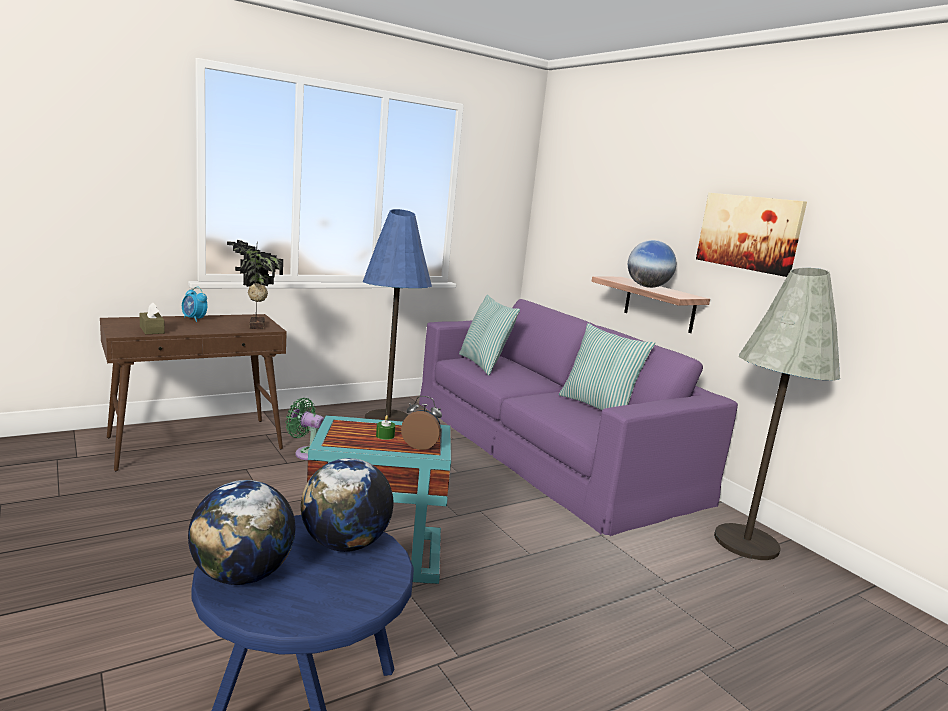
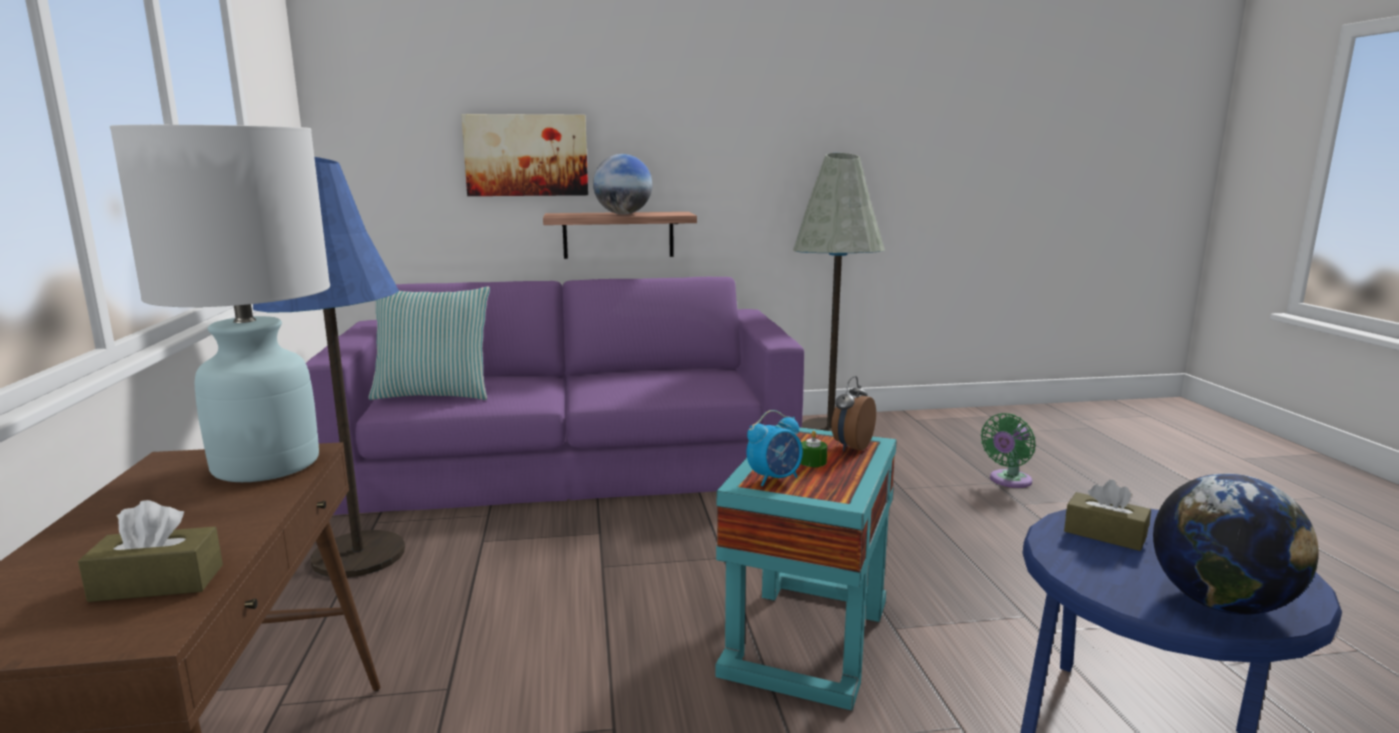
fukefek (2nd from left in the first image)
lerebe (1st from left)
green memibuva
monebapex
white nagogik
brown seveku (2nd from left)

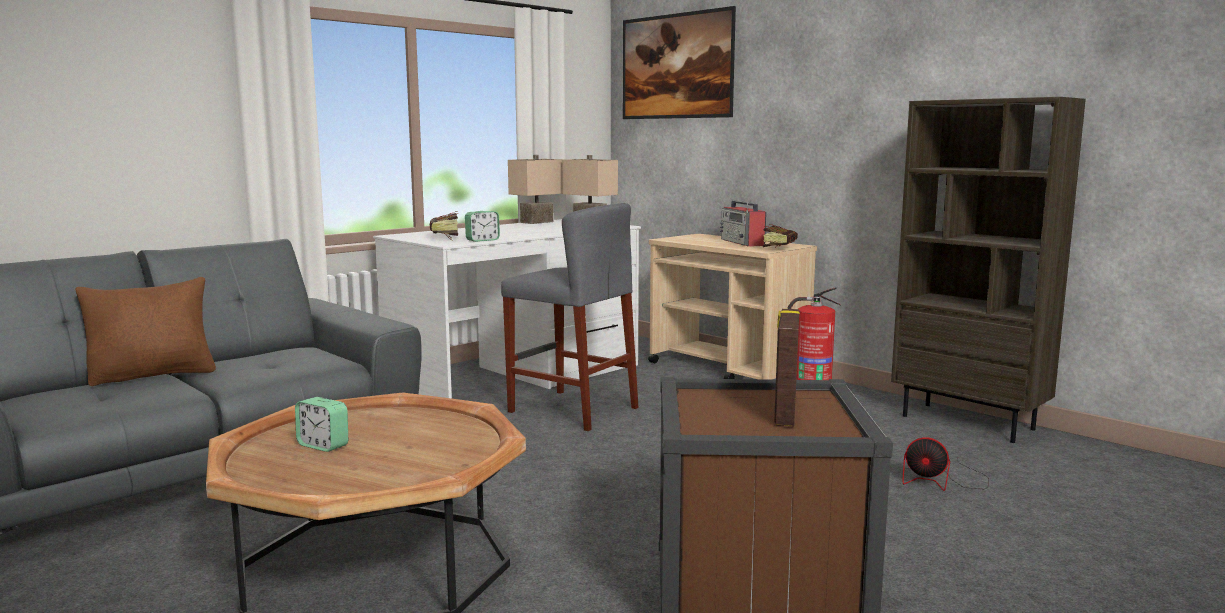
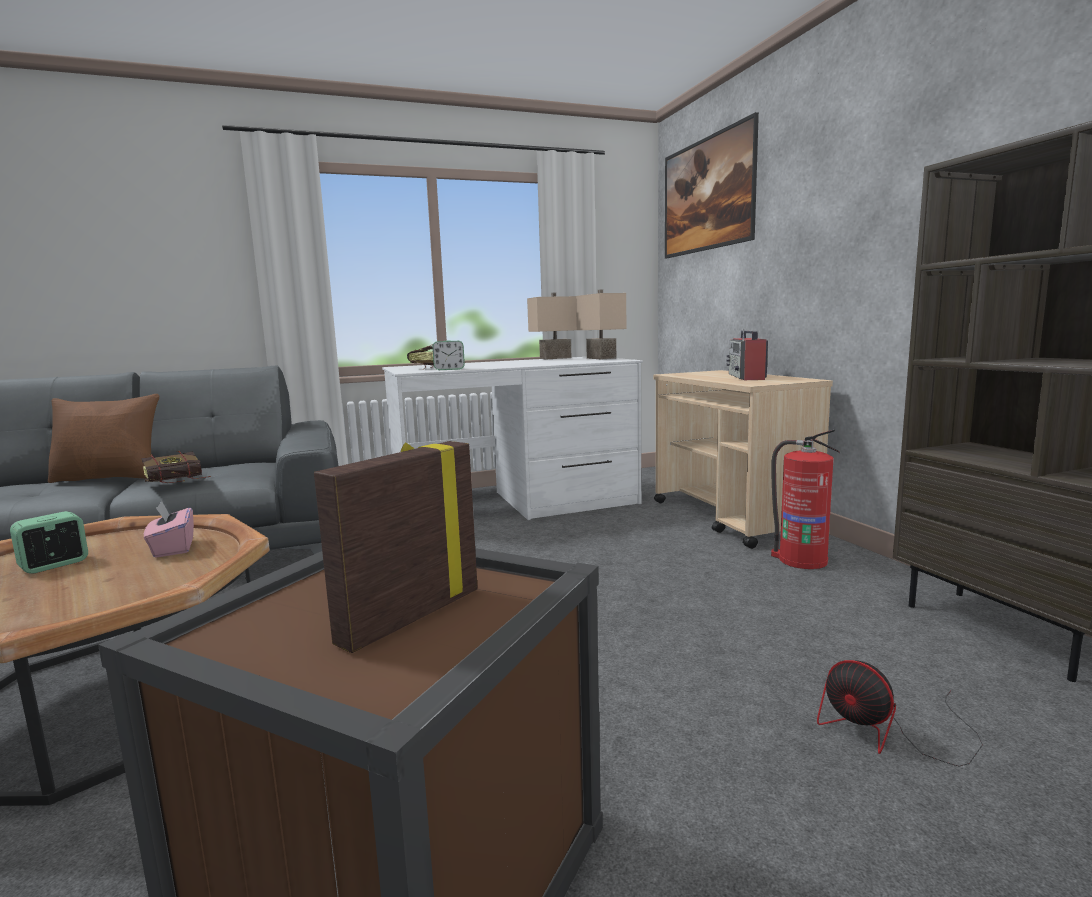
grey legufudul
pink seveku
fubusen (1st from left)
lerebe (1st from left)

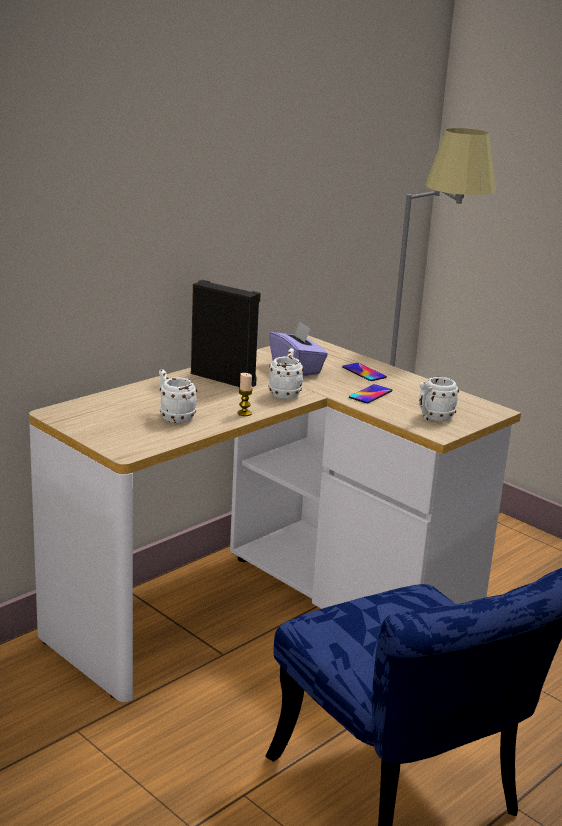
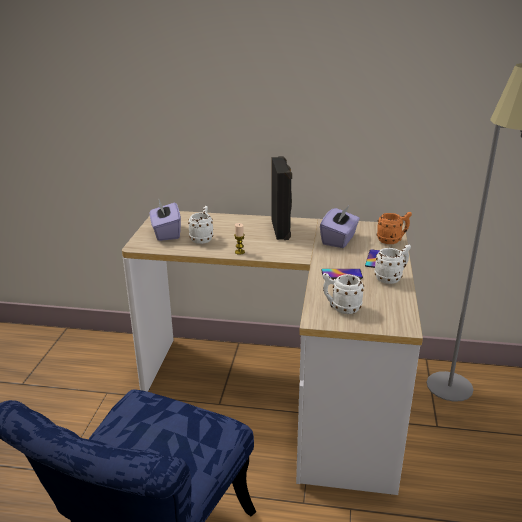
purple seveku (1st from left)
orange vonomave
white vonomave (3rd from left)

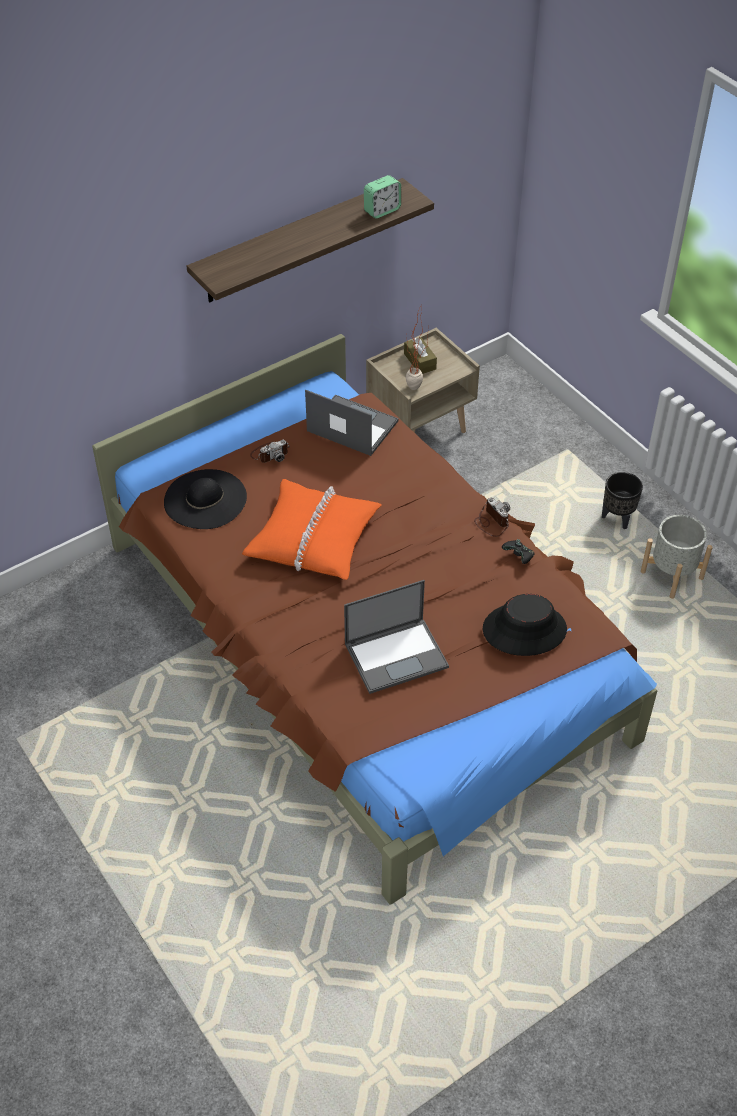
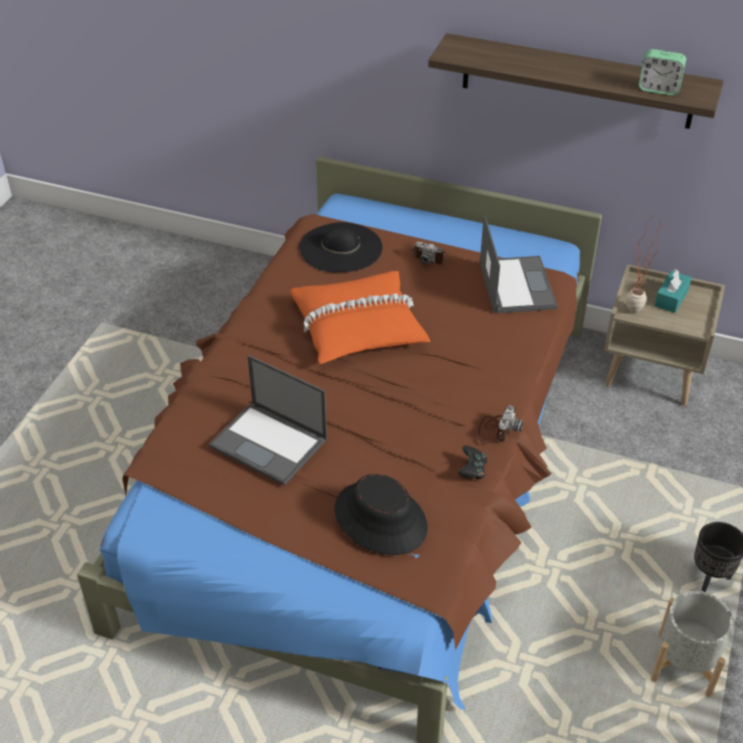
turquoise seveku

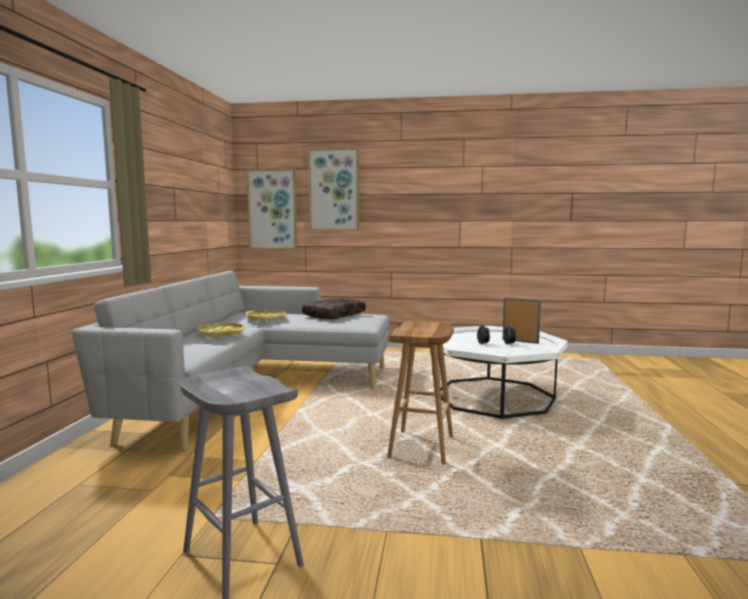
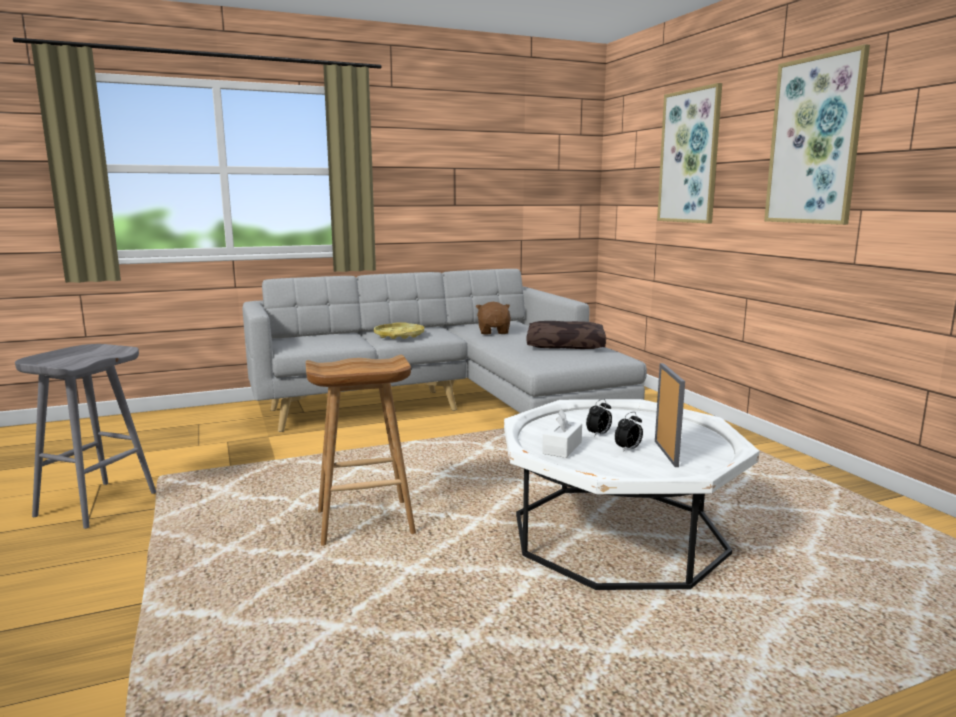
white seveku
monebapex (2nd from left)
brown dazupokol

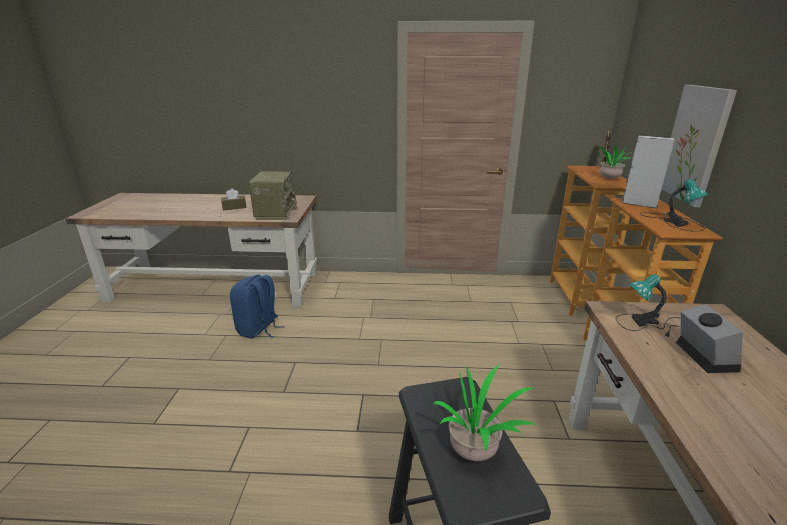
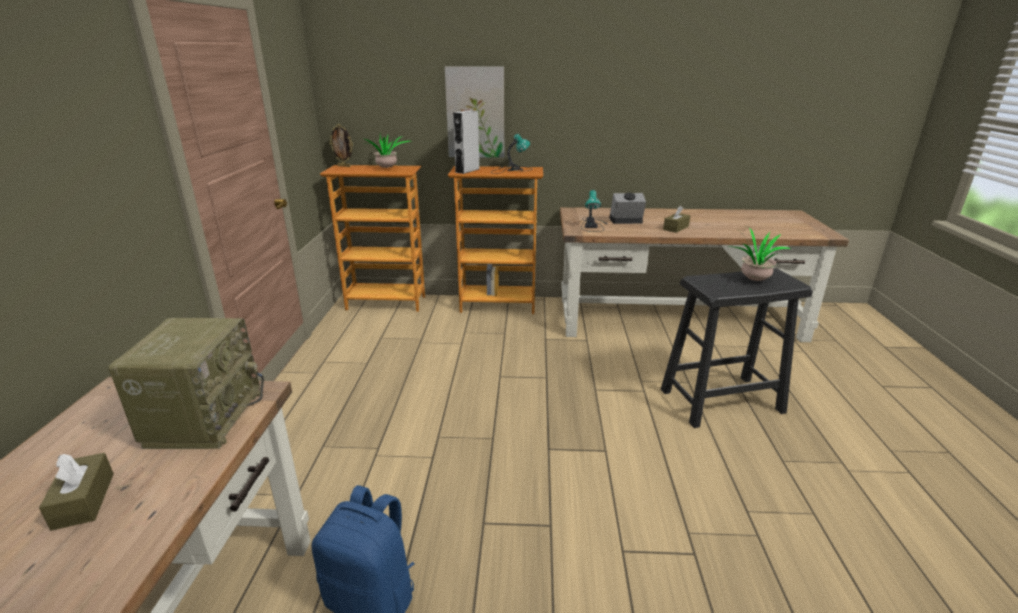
brown seveku (2nd from left)
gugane

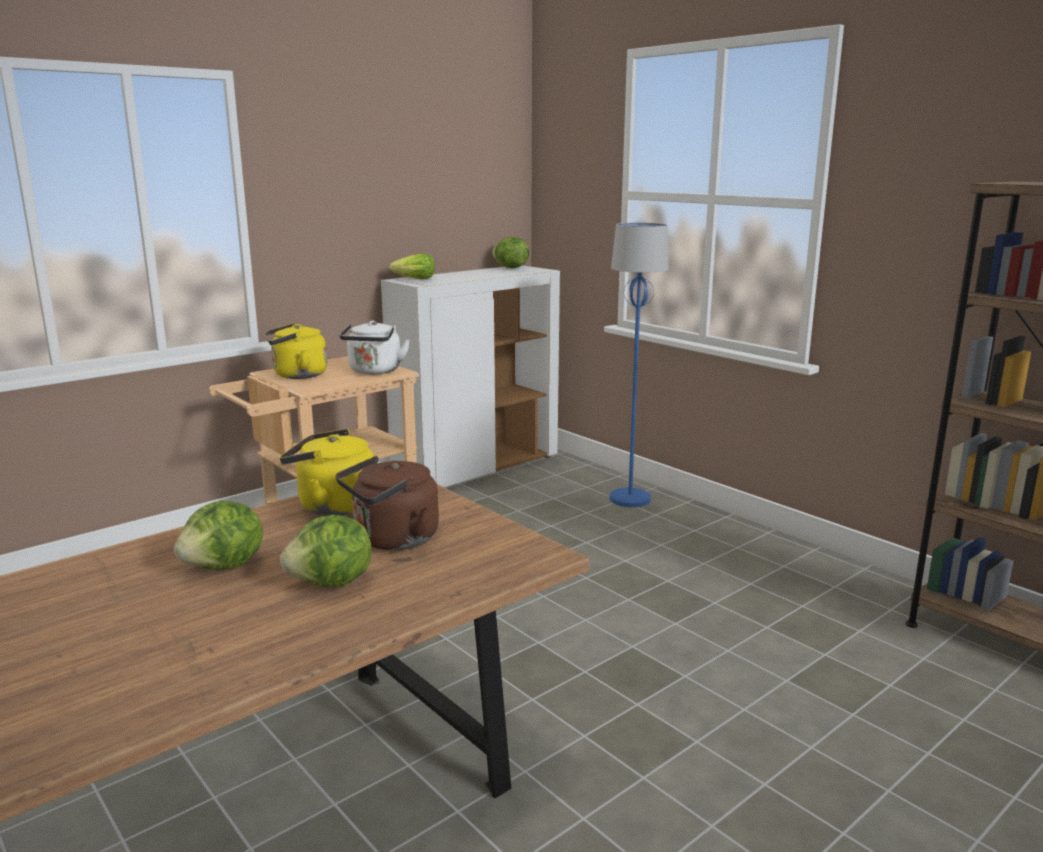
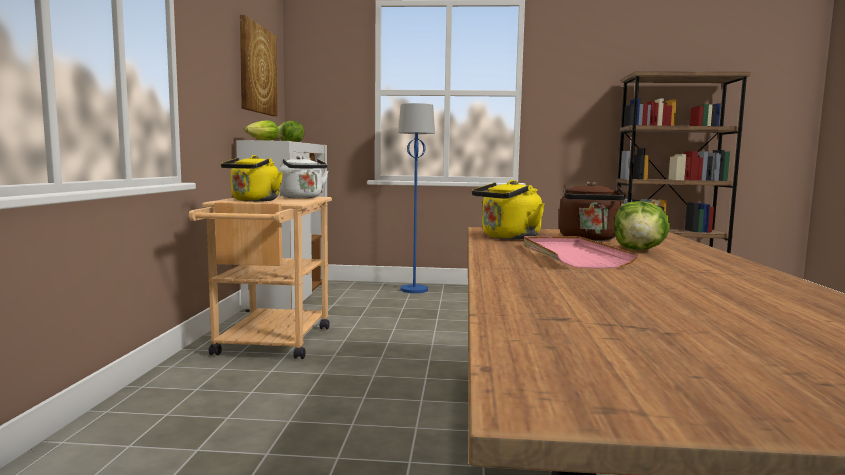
monebapex
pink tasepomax

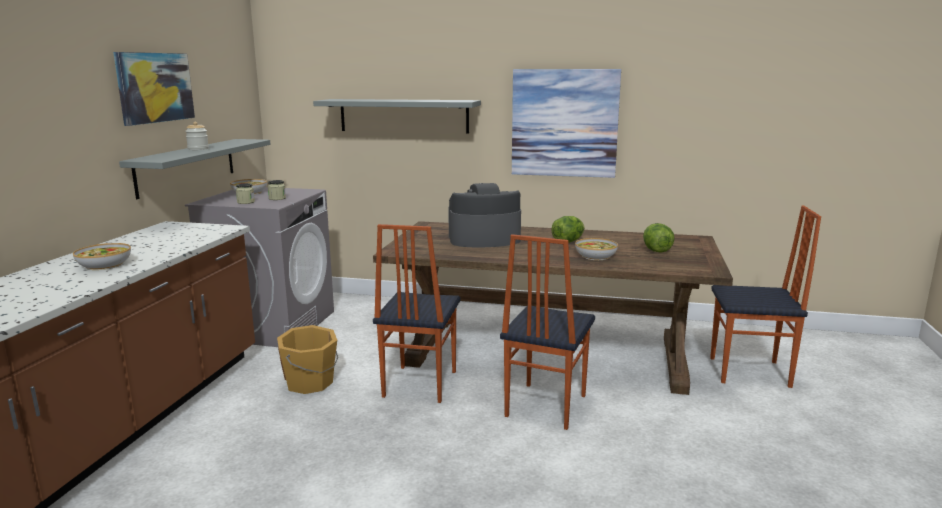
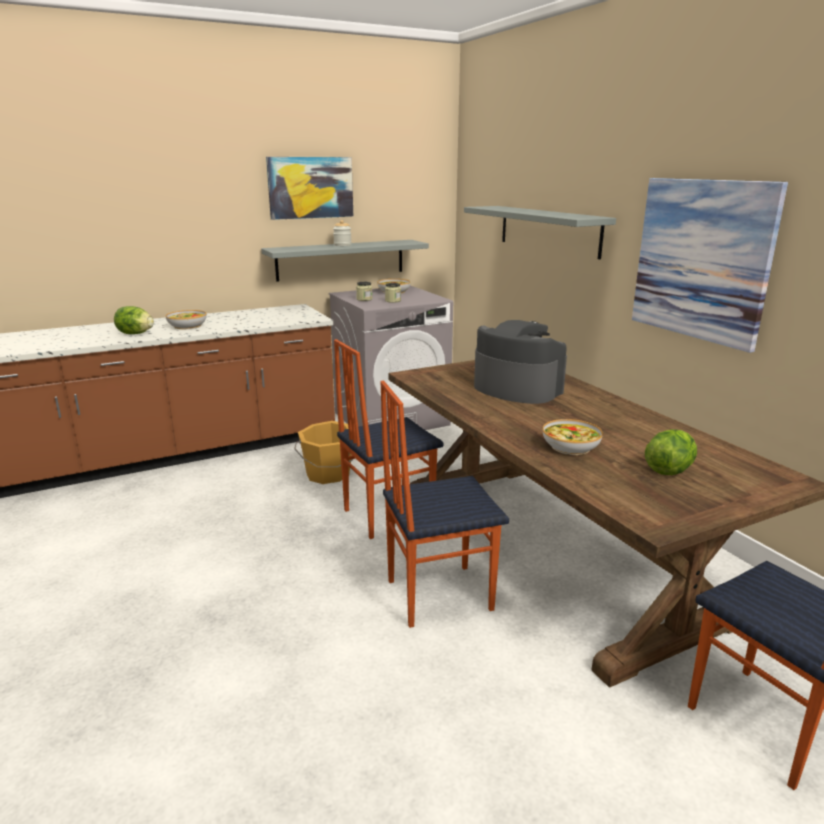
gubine (1st from left)

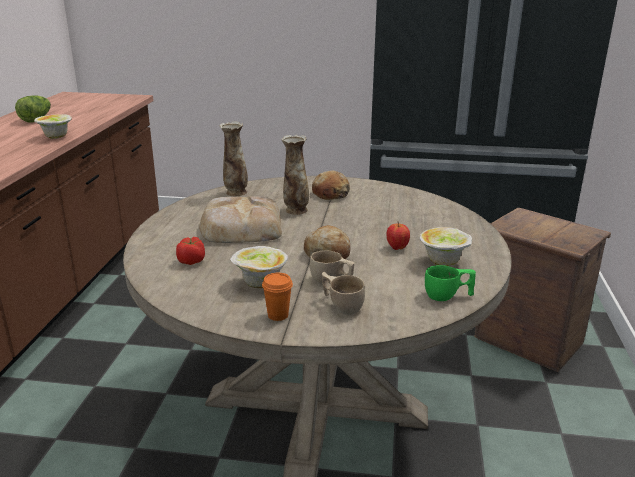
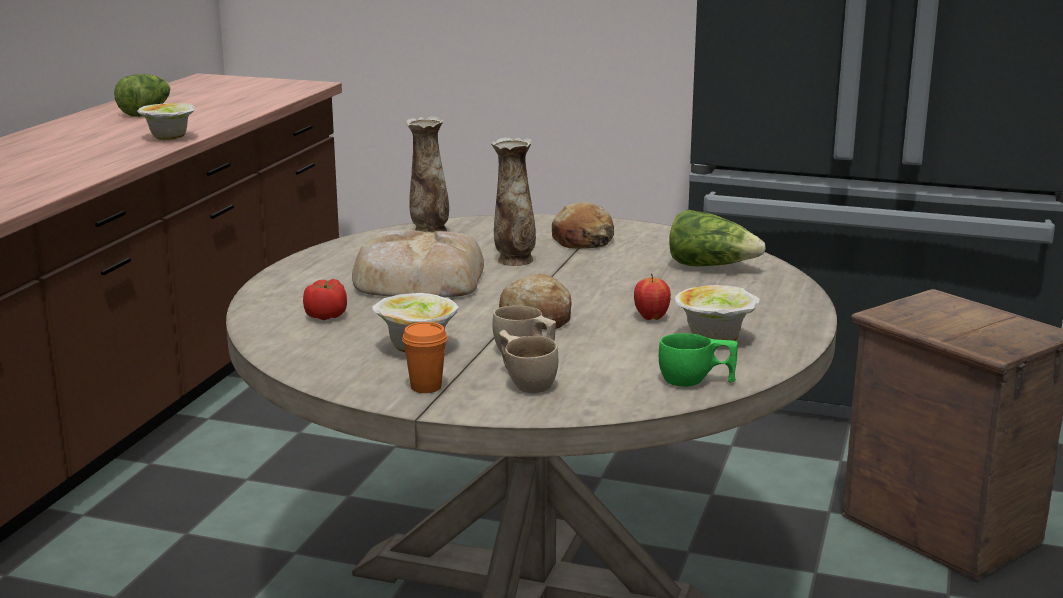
gubine (2nd from left)

